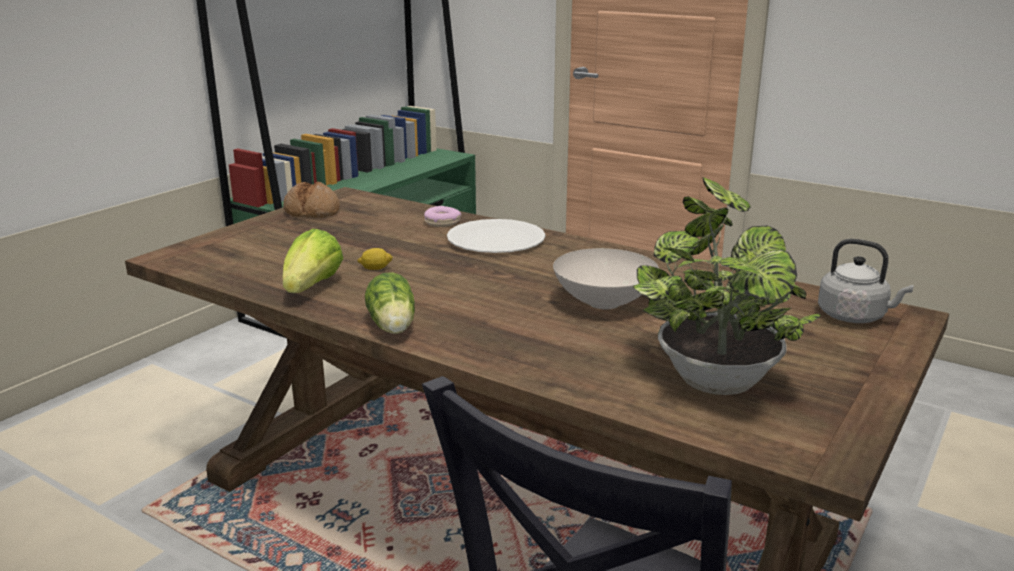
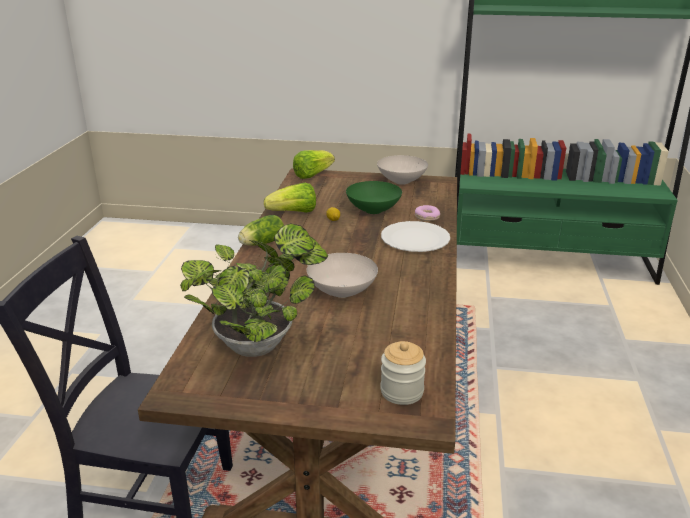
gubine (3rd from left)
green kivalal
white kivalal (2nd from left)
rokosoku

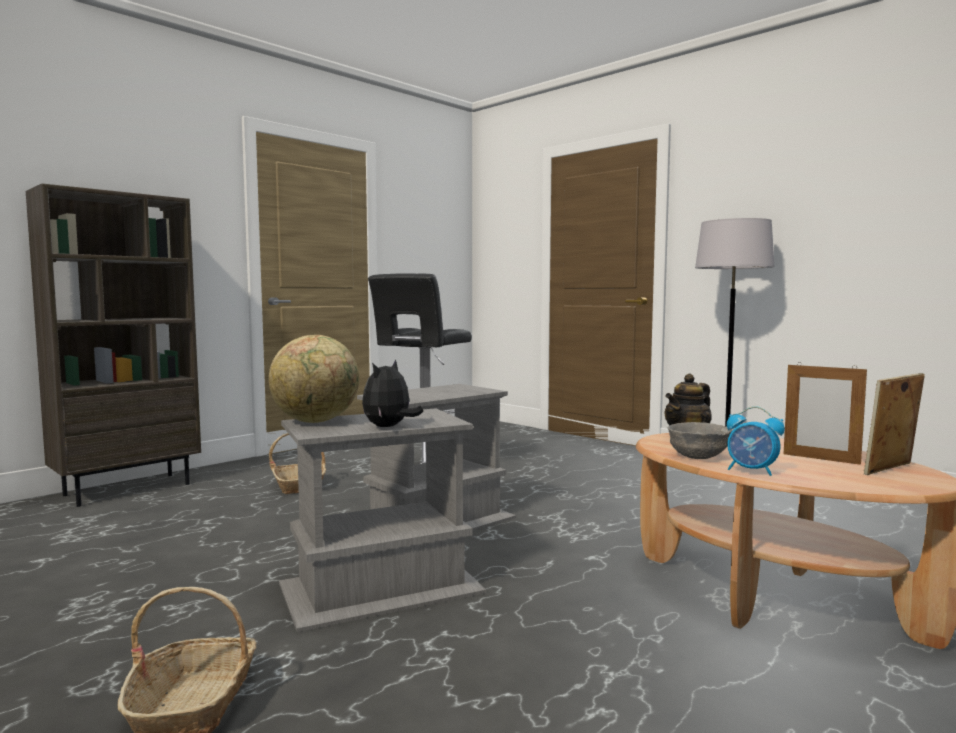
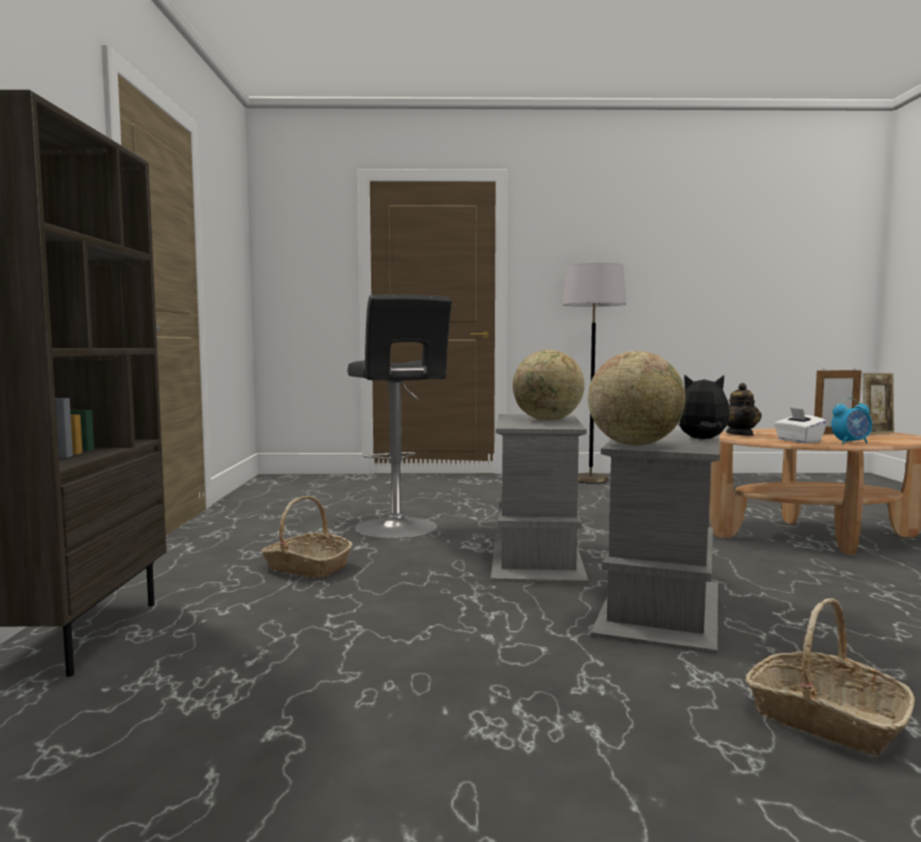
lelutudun (1st from left)
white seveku
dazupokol
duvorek (2nd from left)

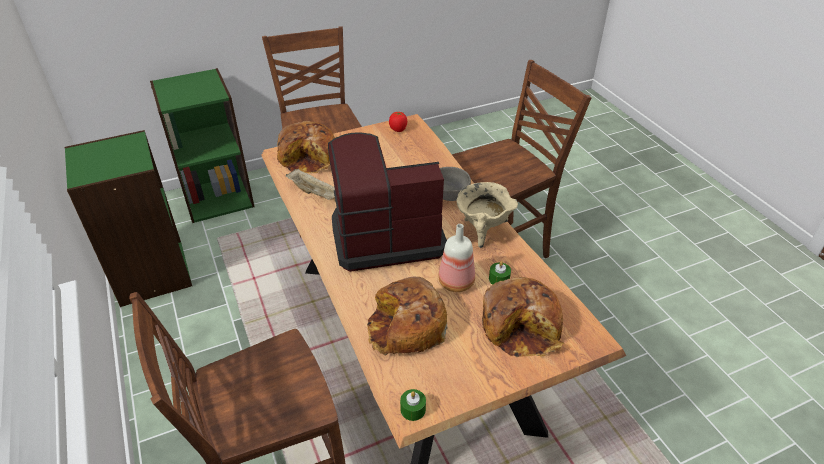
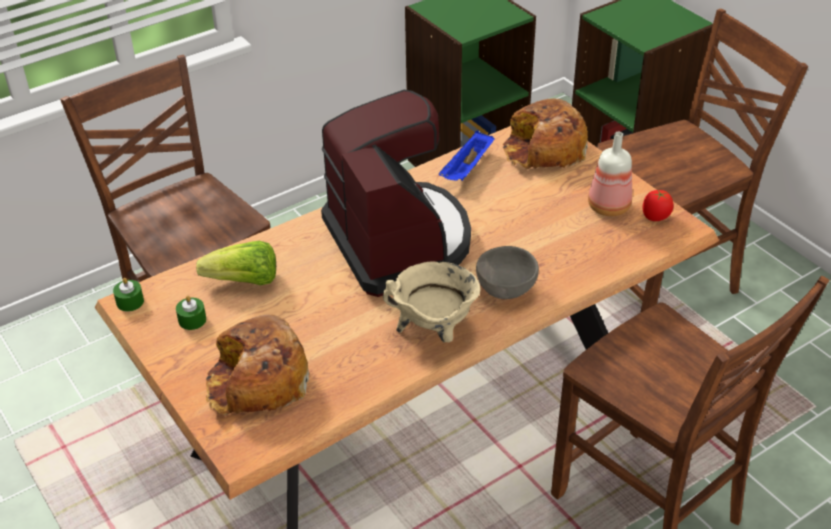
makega
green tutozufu (2nd from left)
gubine
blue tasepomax

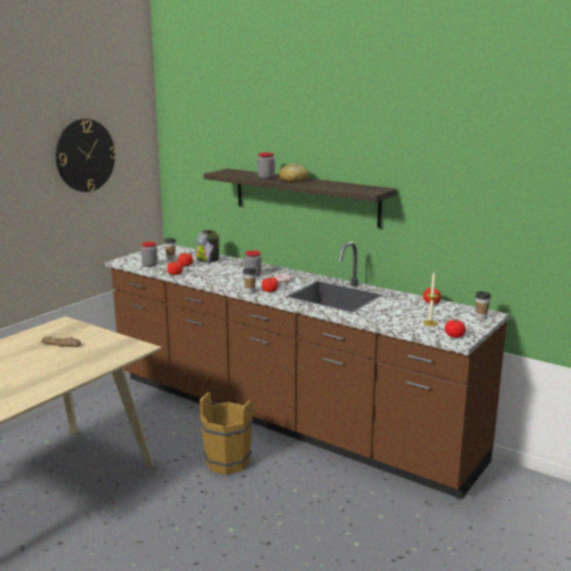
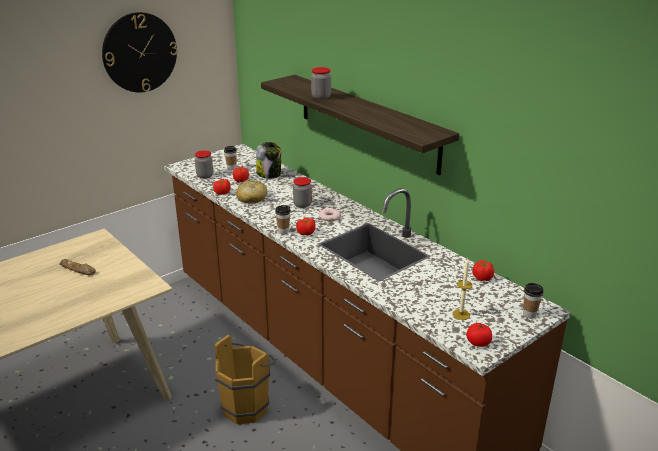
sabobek (2nd from left)

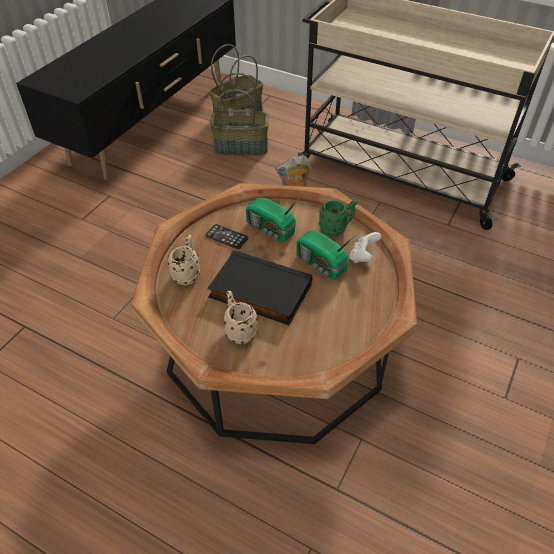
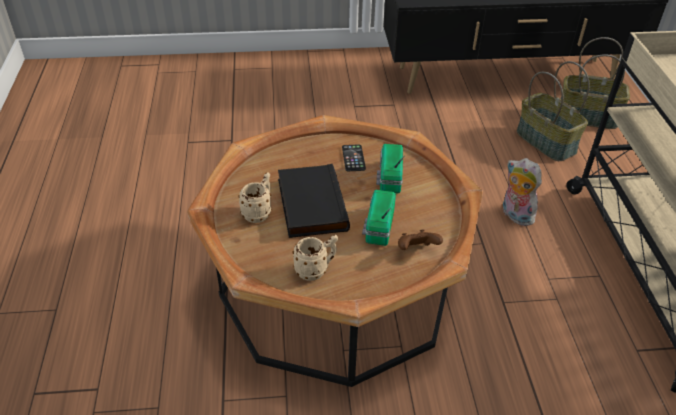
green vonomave
beige vonomave (2nd from left)
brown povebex

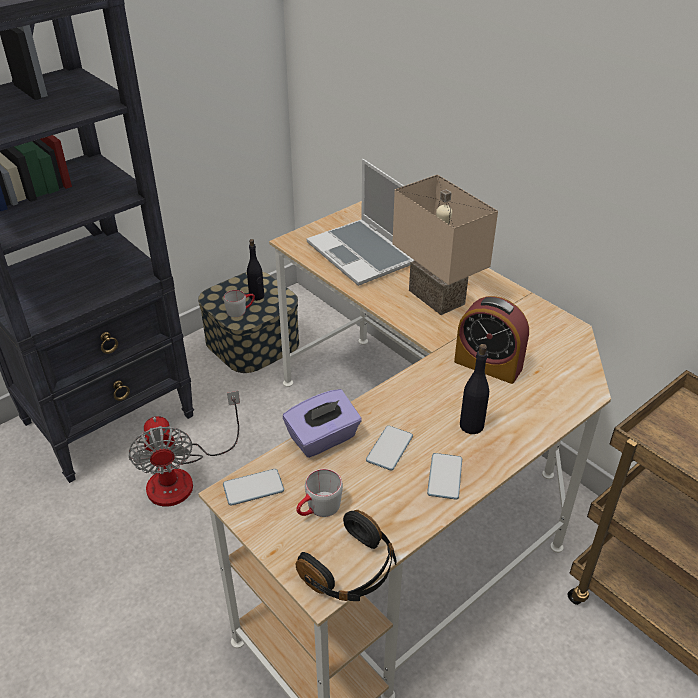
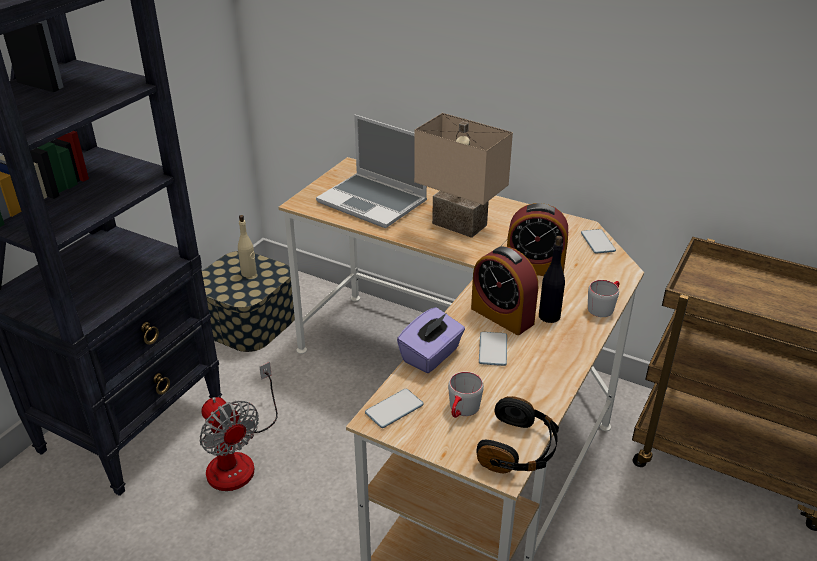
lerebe (1st from left)
grey vonomave (2nd from left)
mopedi (3rd from left)
beige makega

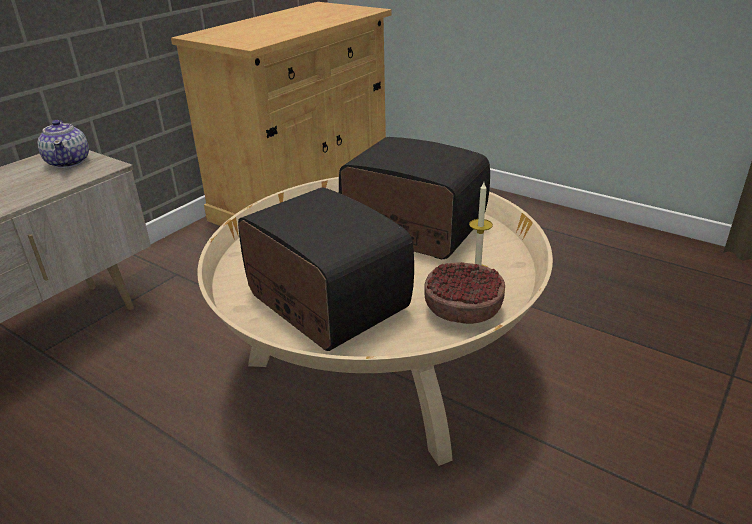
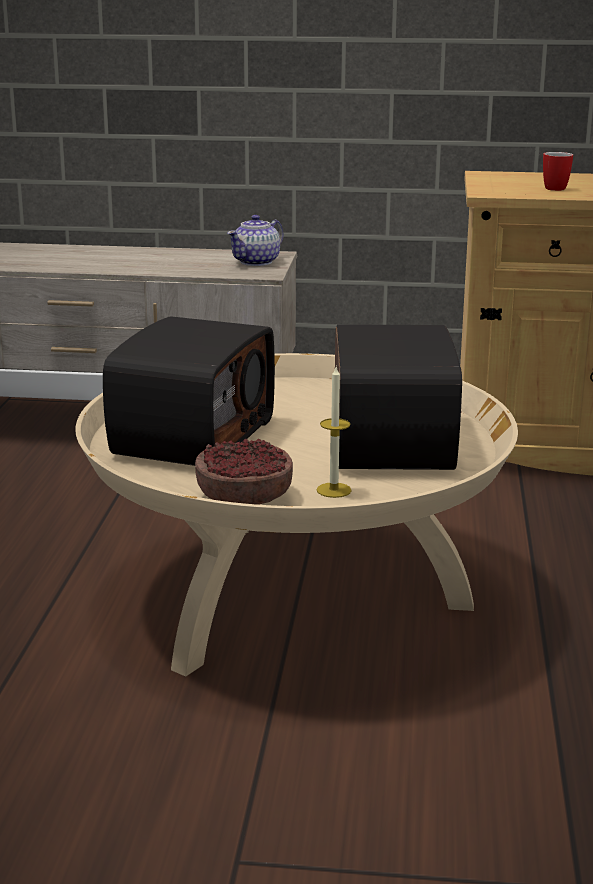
vonomave

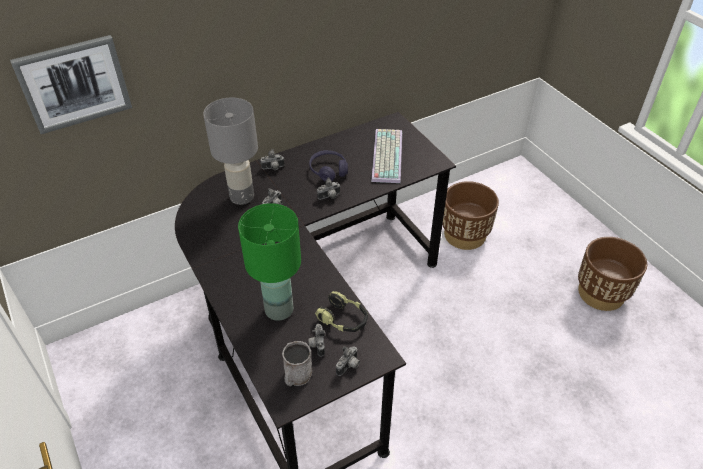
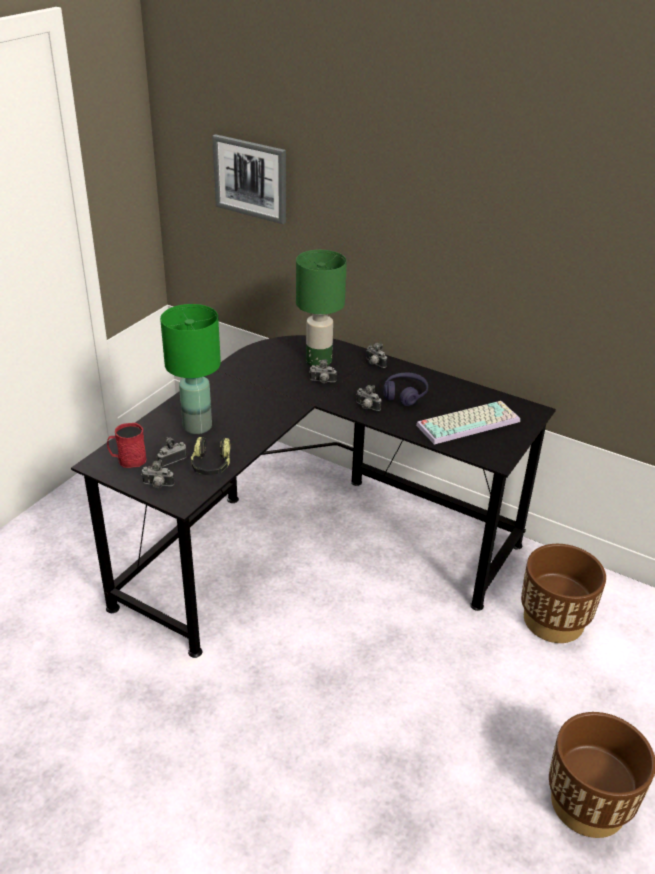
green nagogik (2nd from left)
red vonomave

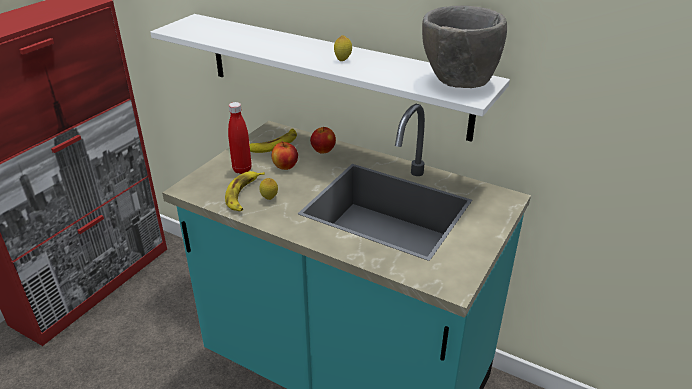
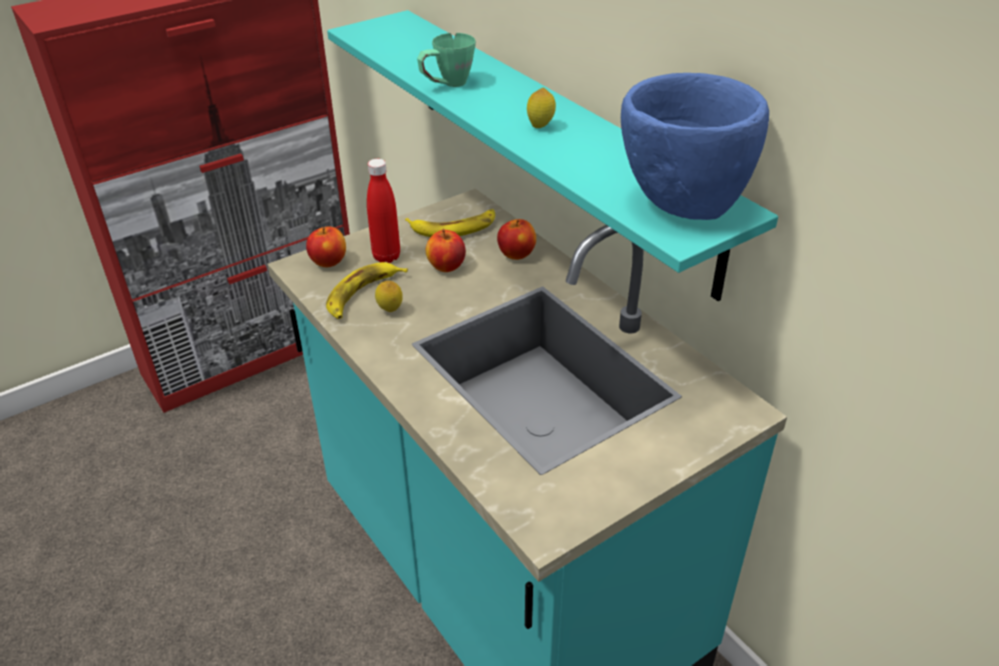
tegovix (1st from left)
green vonomave
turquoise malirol
blue kivalal

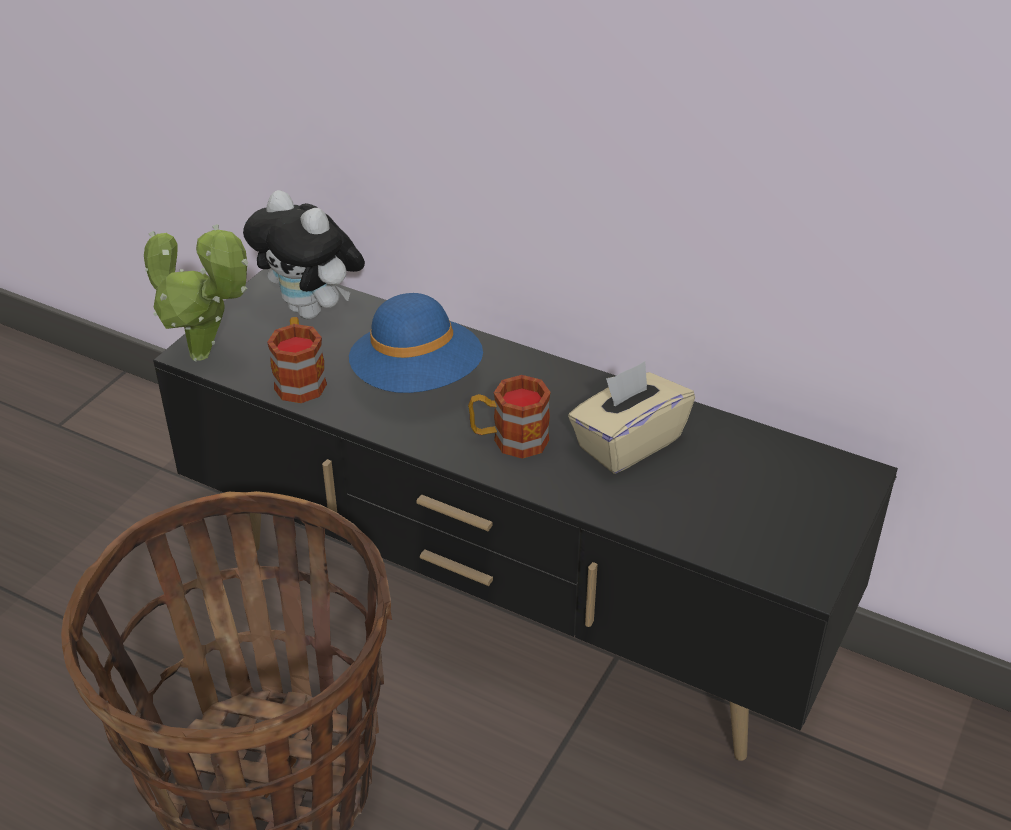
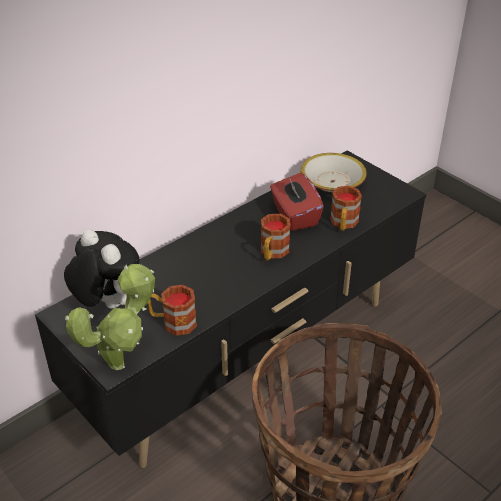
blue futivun
kivalal
vonomave (3rd from left)
red seveku
dazupokol

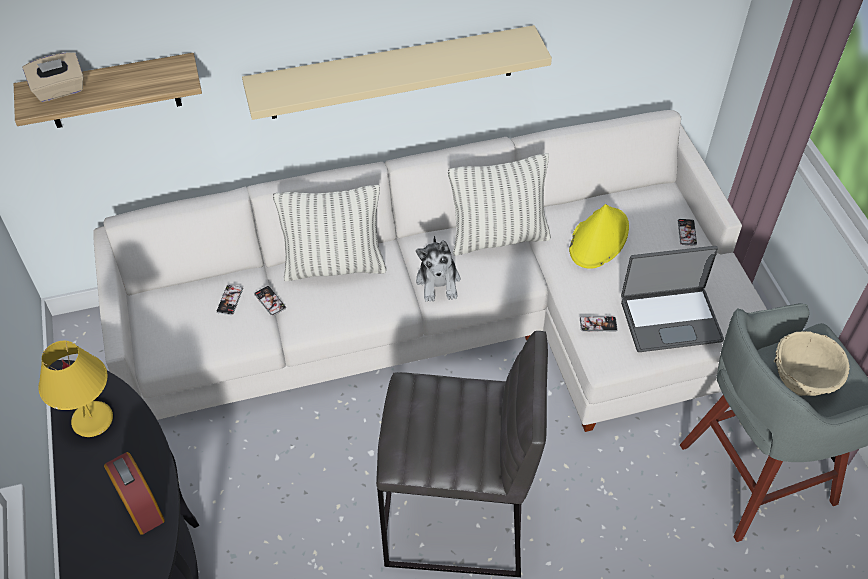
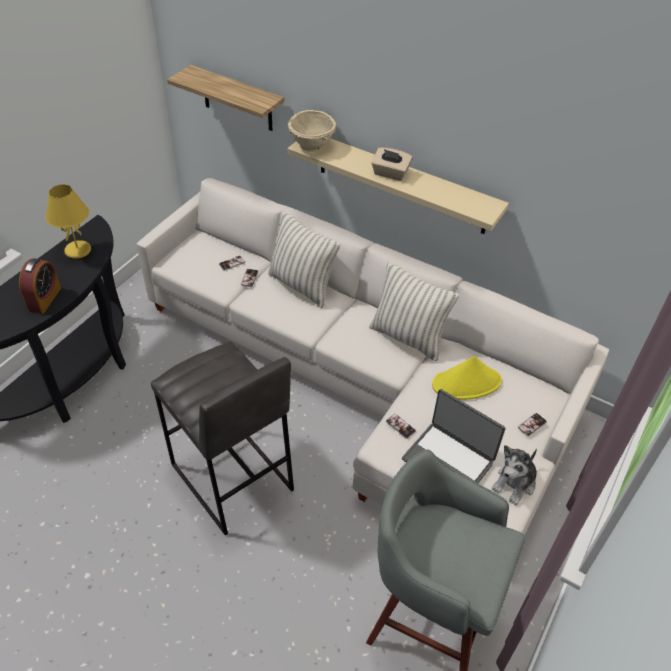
beige seveku
dazupokol
beige kivalal

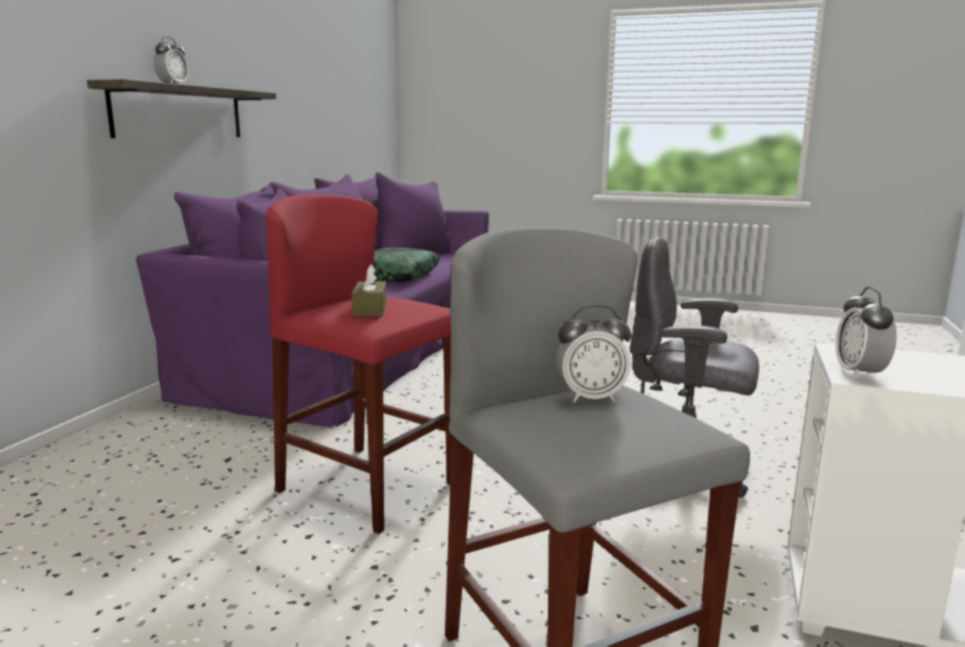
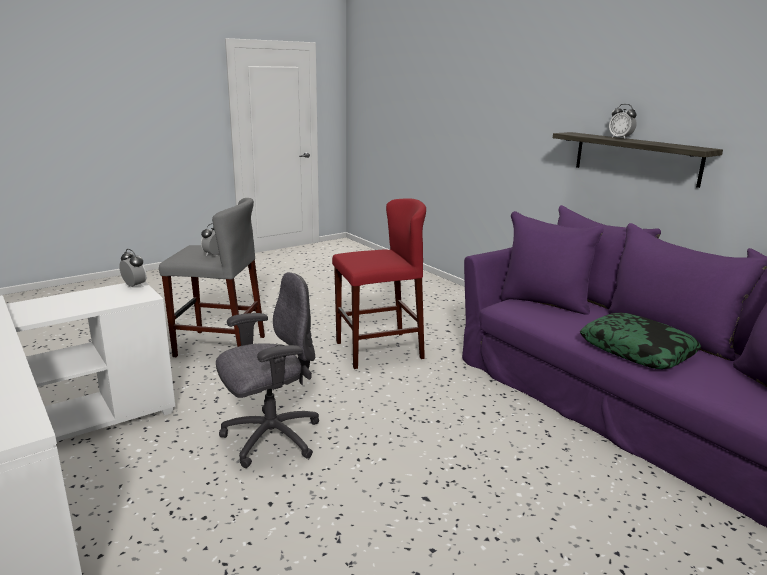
brown seveku

